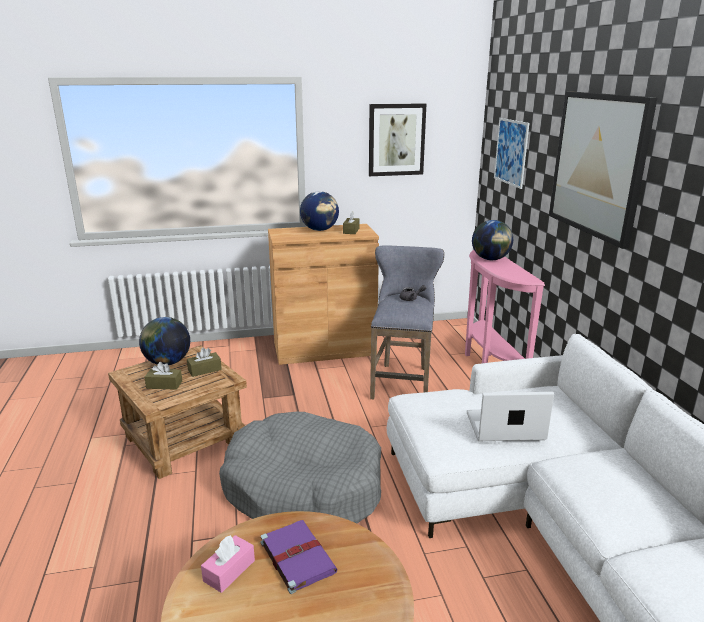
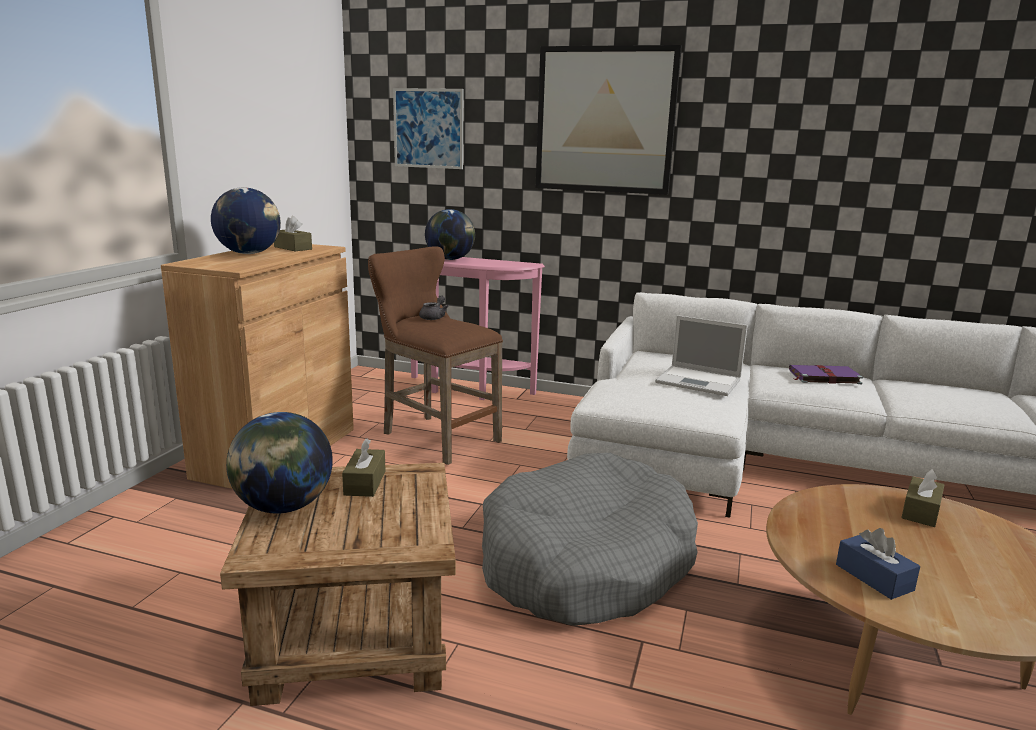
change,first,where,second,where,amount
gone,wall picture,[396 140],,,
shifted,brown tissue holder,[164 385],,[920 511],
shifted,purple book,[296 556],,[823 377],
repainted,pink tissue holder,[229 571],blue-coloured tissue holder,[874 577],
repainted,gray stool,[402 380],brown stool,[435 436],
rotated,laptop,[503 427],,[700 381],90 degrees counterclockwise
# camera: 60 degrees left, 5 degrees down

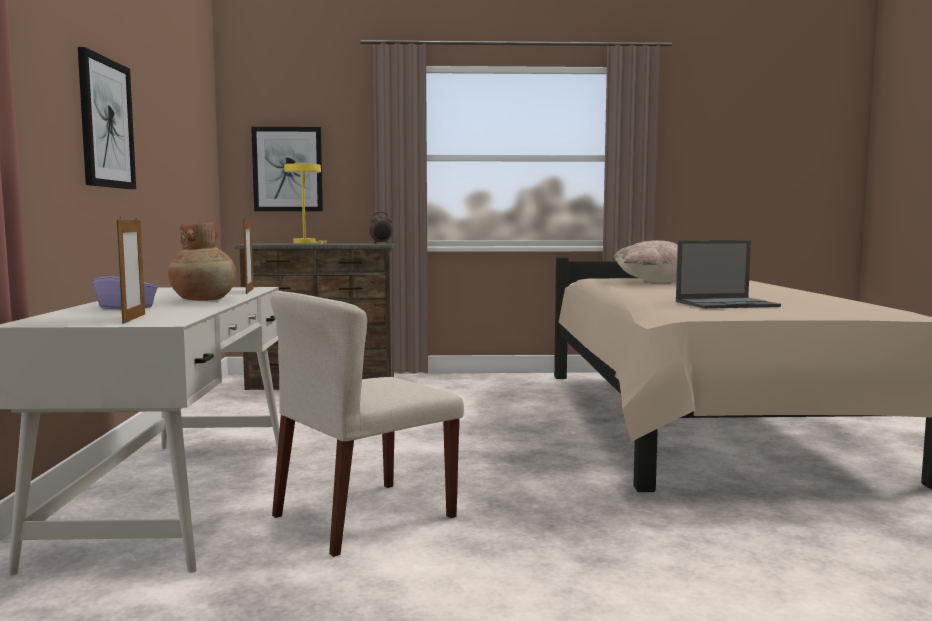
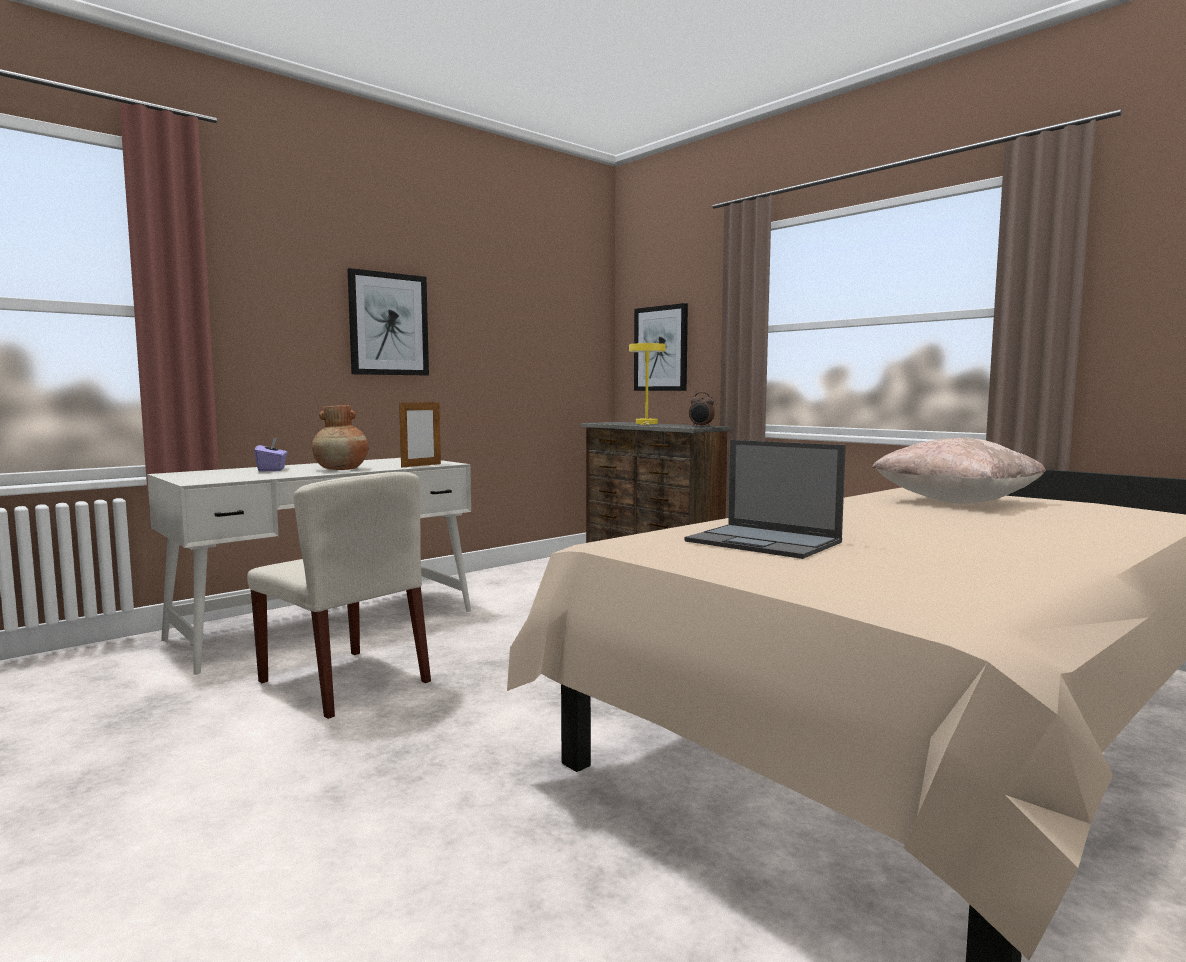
change,first,where,second,where,amount
gone,standing frame,[134 318],,,
rotated,beige-coloured plain chair,[363 517],,[345 682],150 degrees counterclockwise
# camera: 50 degrees right, 0 degrees up

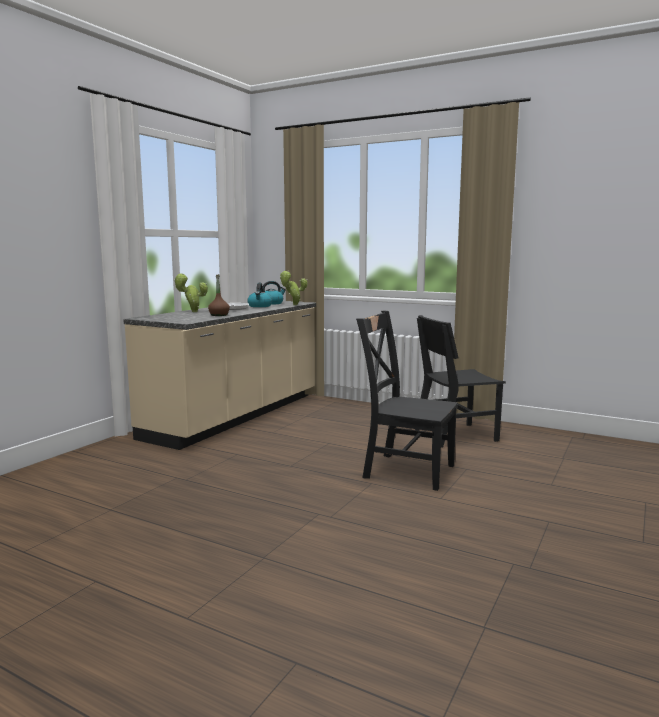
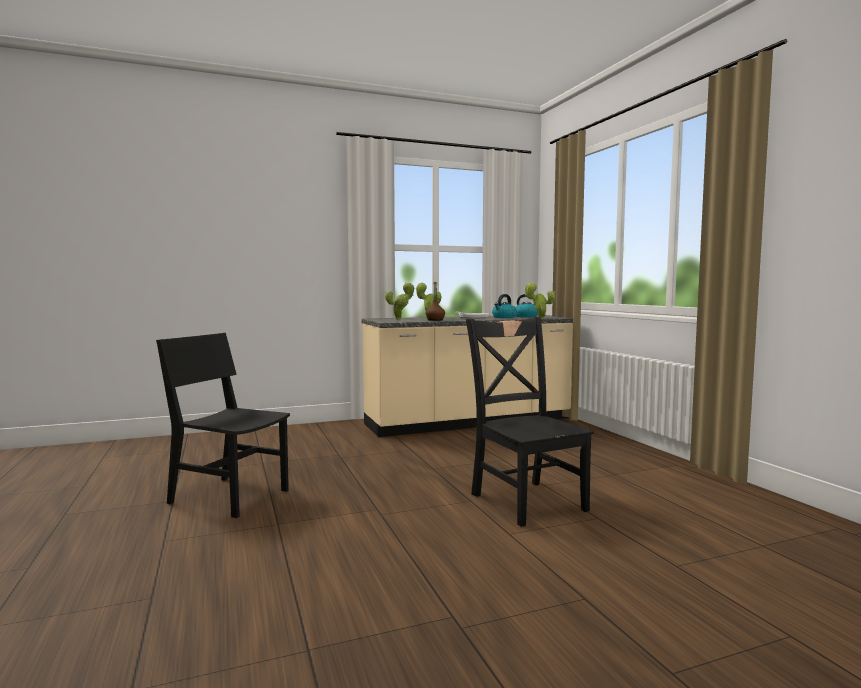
change,first,where,second,where,amount
new,,,houseplant,[400 319],
shifted,black-coloured plain chair,[455 435],,[229 496],
# camera: 40 degrees right, 5 degrees down

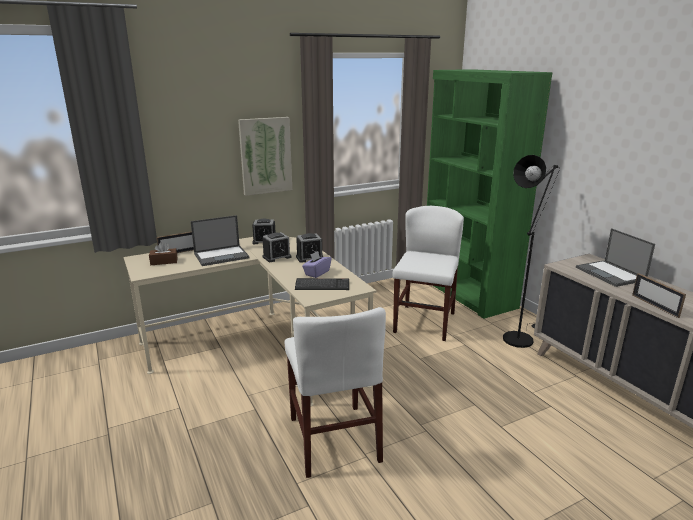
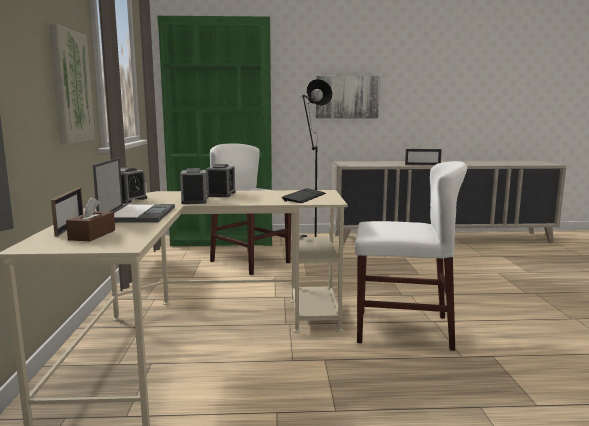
change,first,where,second,where,amount
gone,purple tissue holder,[317 273],,,
gone,laptop,[611 274],,,
new,,,wall picture,[346 97],
# camera: 65 degrees left, 10 degrees down

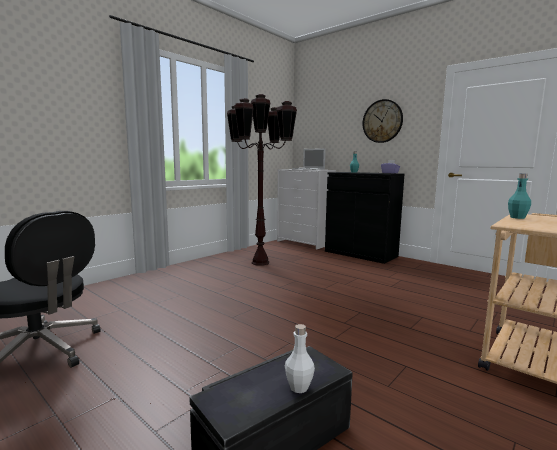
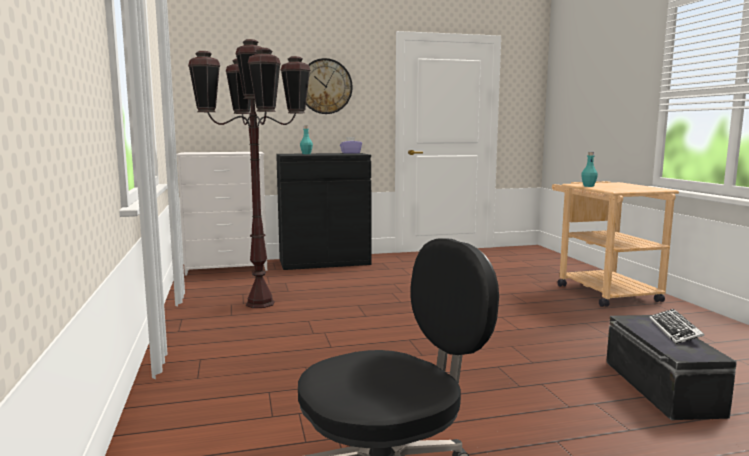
change,first,where,second,where,amount
gone,laptop,[309 169],,,
swapped,whitish bottle,[299 387],keyboard,[675 331],
# camera: 55 degrees left, 0 degrees up

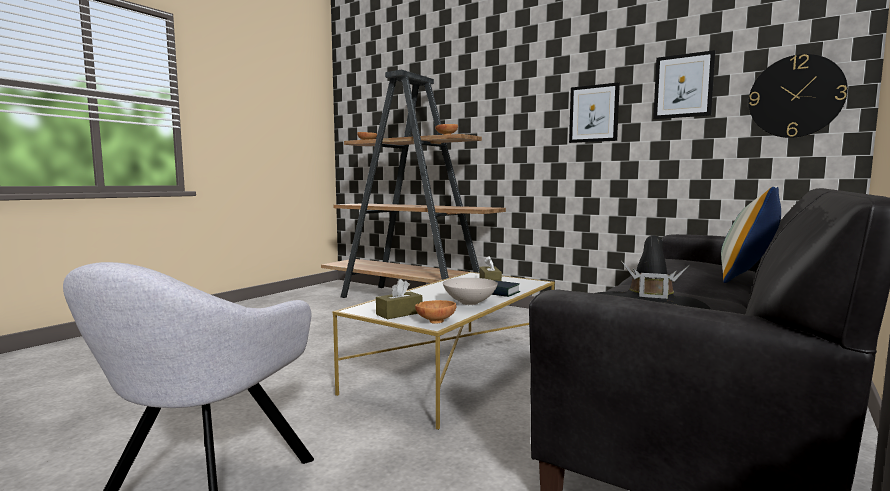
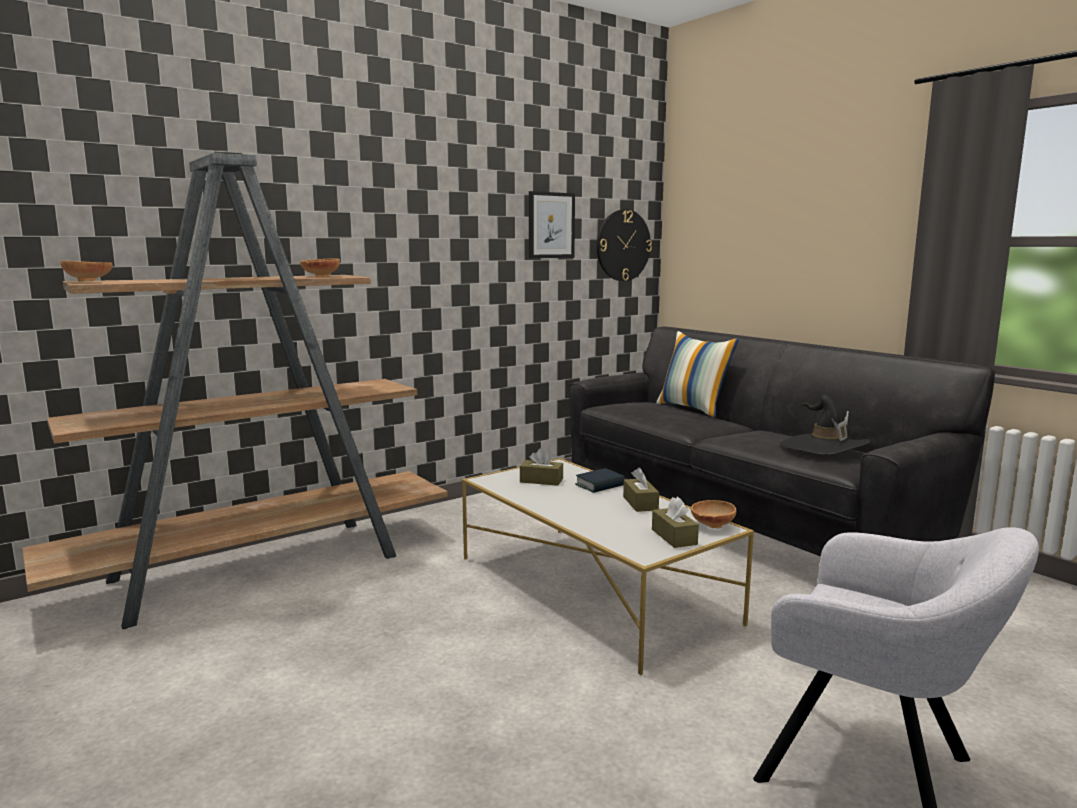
change,first,where,second,where,amount
gone,wall picture,[594 113],,,
swapped,whitish serving bowl,[469 303],brown tissue holder,[640 503],
# camera: 70 degrees left, 5 degrees up

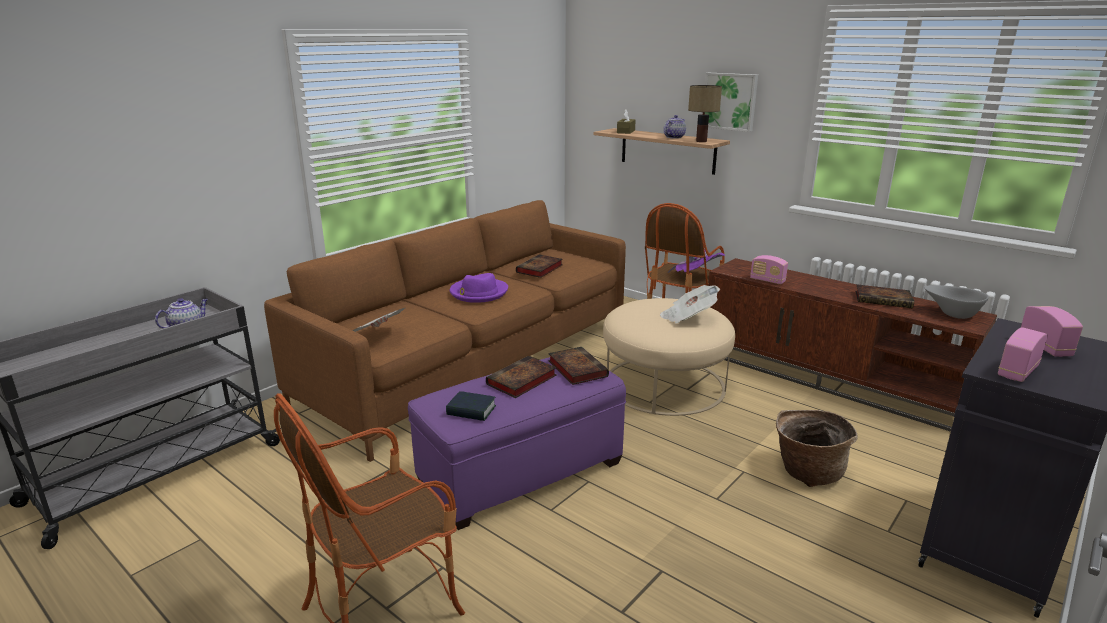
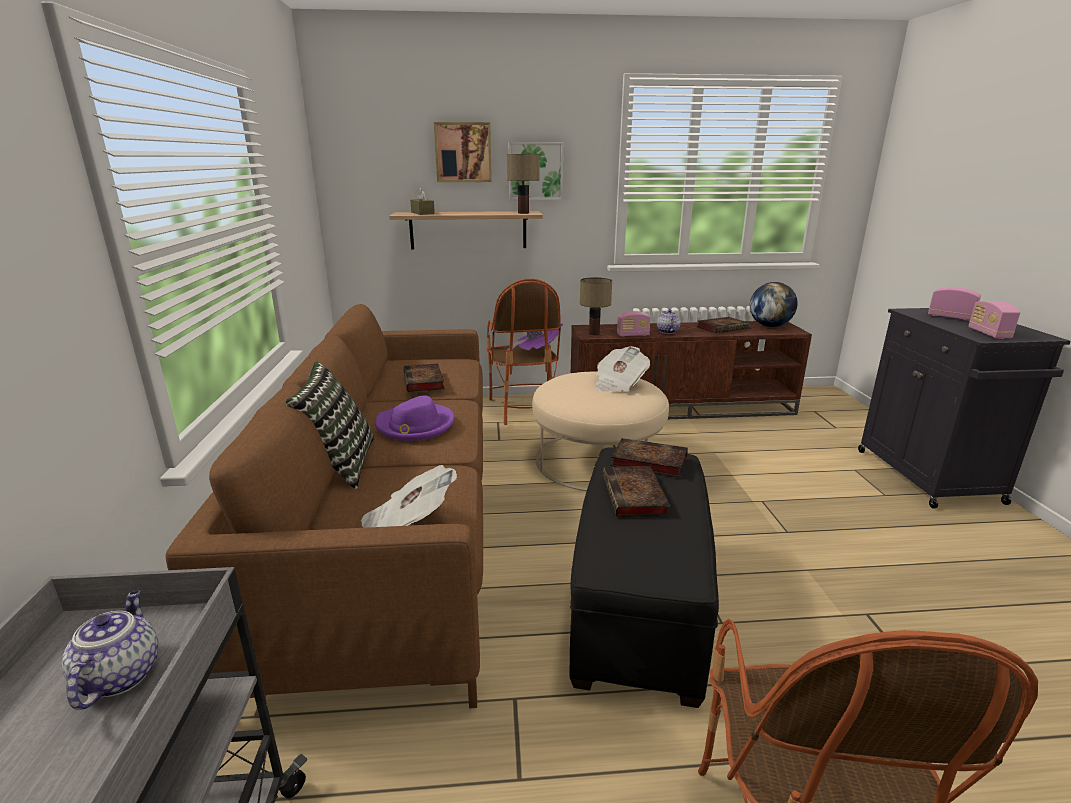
change,first,where,second,where,amount
gone,book,[471 411],,,
gone,basket,[807 472],,,
new,,,throw pillow,[339 464],
new,,,wall picture,[463 152],
new,,,tabletop lamp,[593 333],
shifted,pot for tea,[674 137],,[667 331],
swapped,gray serving bowl,[952 314],world globe,[769 326],
repainted,purple pouffe,[521 472],black-coloured pouffe,[638 605],
# camera: 45 degrees left, 0 degrees up

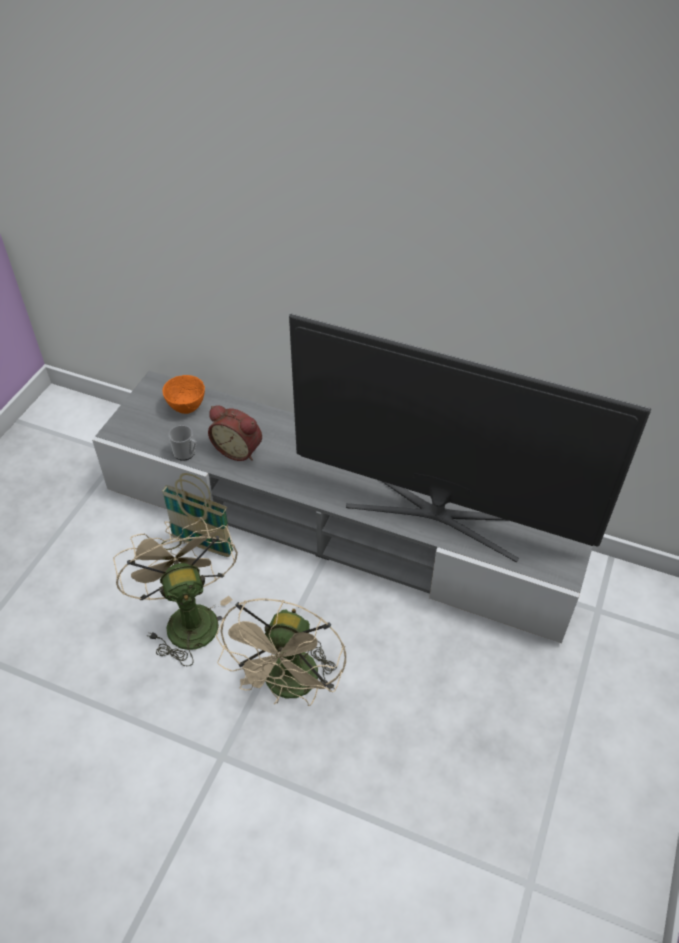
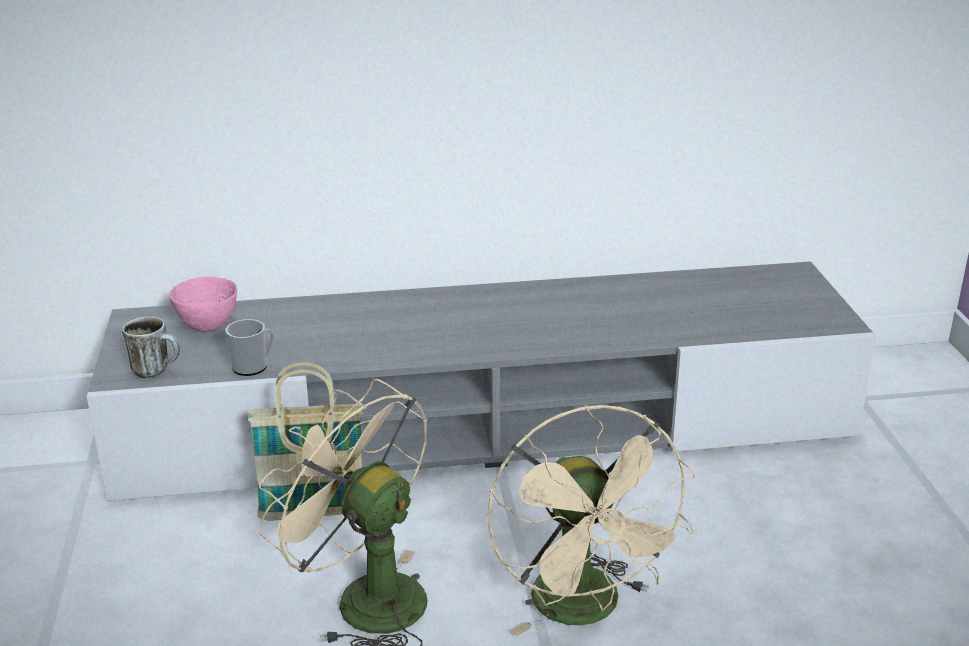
change,first,where,second,where,amount
gone,table clock,[239 449],,,
gone,television,[439 512],,,
new,,,tea mug,[157 370],
repainted,orange-coloured serving bowl,[186 407],pink serving bowl,[207 326],
# camera: 30 degrees left, 20 degrees down

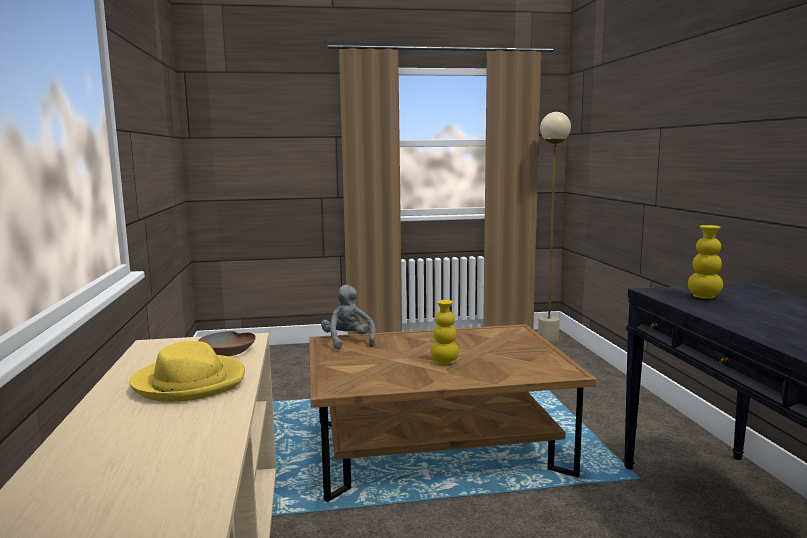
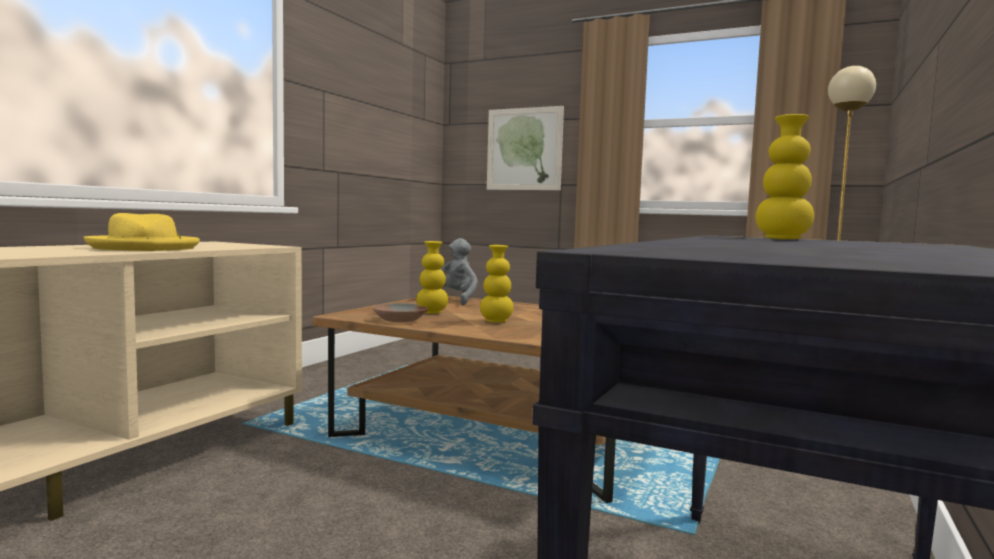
change,first,where,second,where,amount
new,,,yellowish flower vase,[432 312],
new,,,wall picture,[524 149],
shifted,brown serving bowl,[228 351],,[400 320],
# camera: 35 degrees right, 5 degrees down

